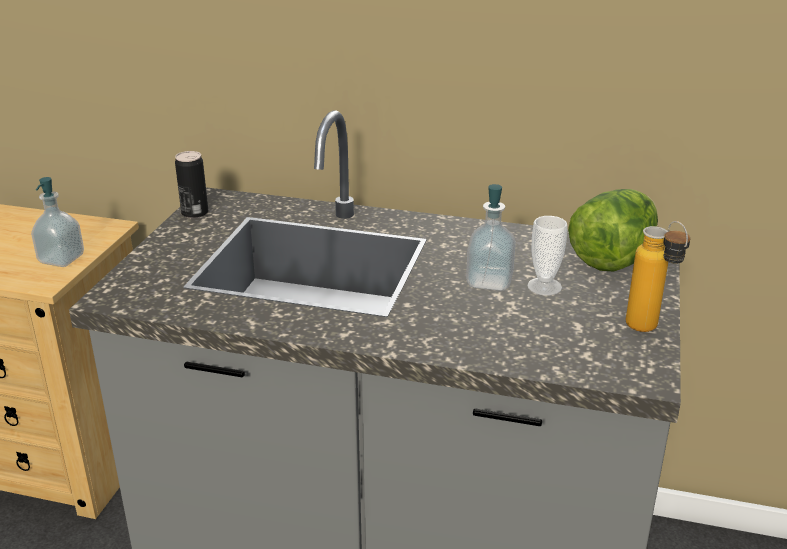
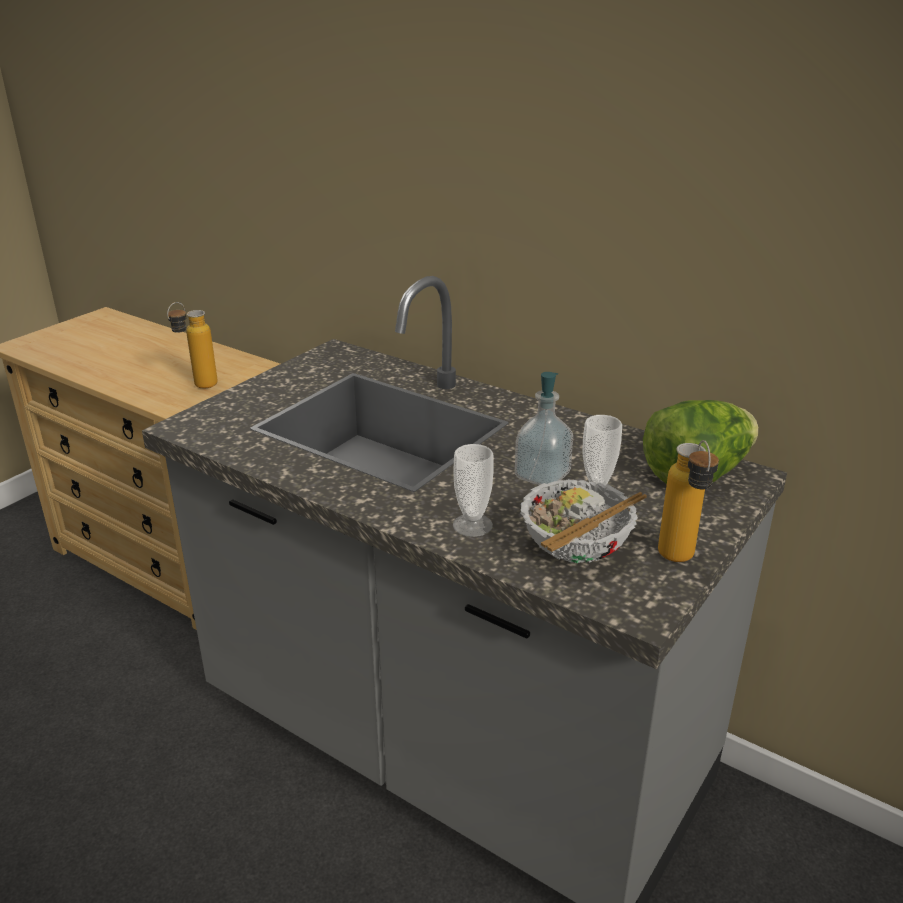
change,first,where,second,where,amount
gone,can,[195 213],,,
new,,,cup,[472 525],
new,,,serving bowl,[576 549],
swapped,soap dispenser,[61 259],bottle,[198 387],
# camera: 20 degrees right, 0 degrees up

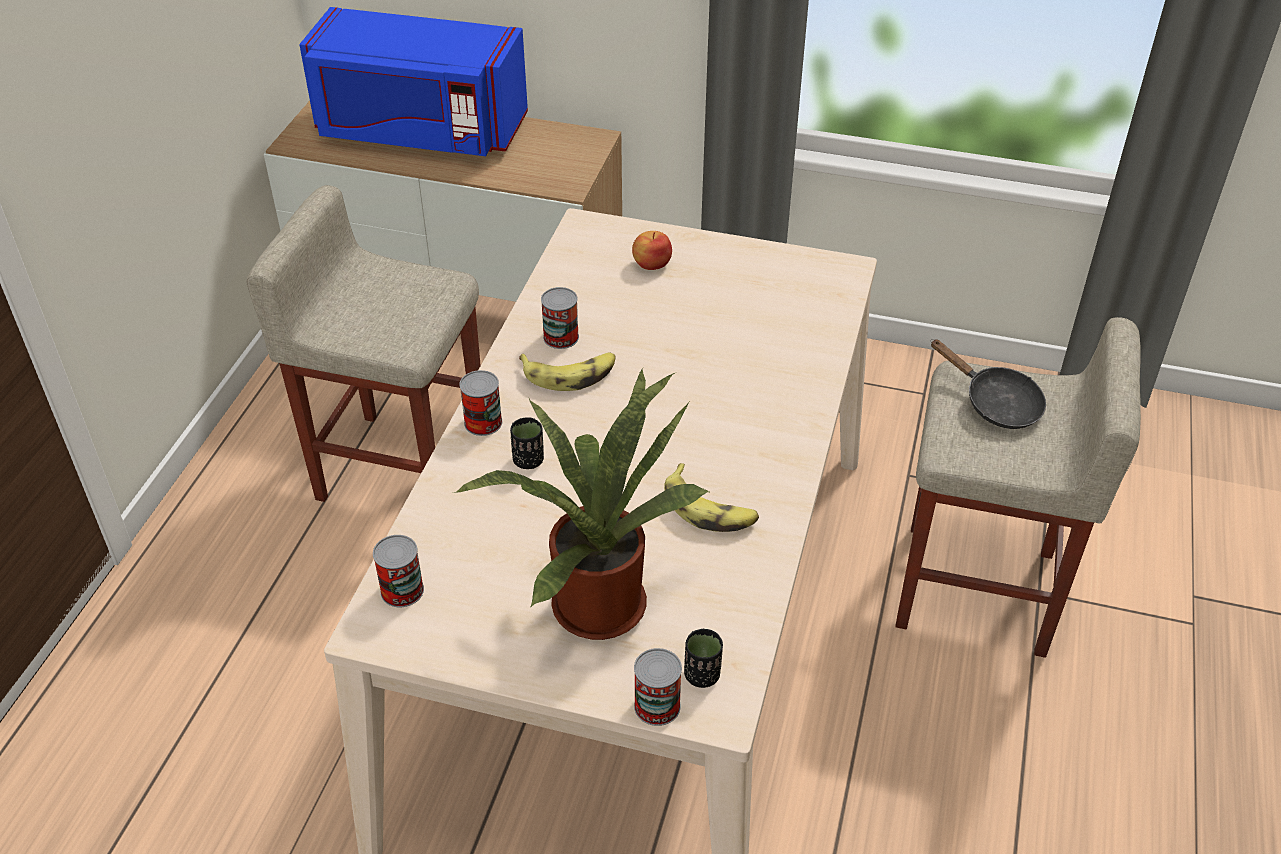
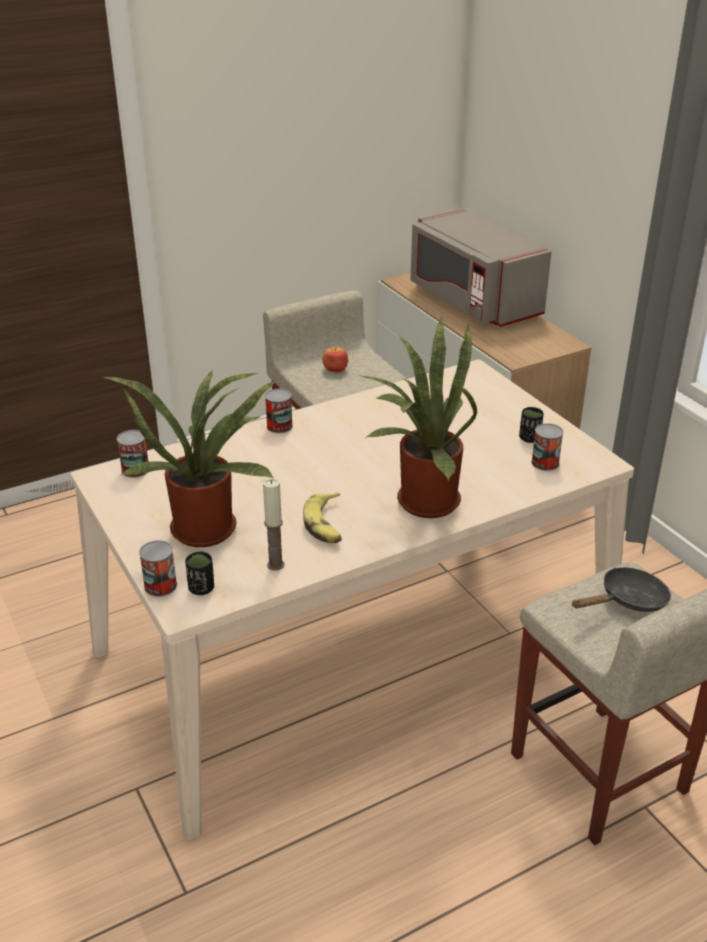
change,first,where,second,where,amount
gone,whole banana,[570 374],,,
new,,,wax light,[275 565],
new,,,houseplant,[421 500],
shifted,black-coloured cup,[528 460],,[529 438],
shifted,can,[561 337],,[545 463],
shifted,apple,[651 264],,[335 369],
repainted,blue-coloured kitchen microwave,[420 130],gray kitchen microwave,[472 301],
rotated,black-coloured frying pan,[995 403],,[628 601],120 degrees counterclockwise
# camera: 45 degrees right, 10 degrees down

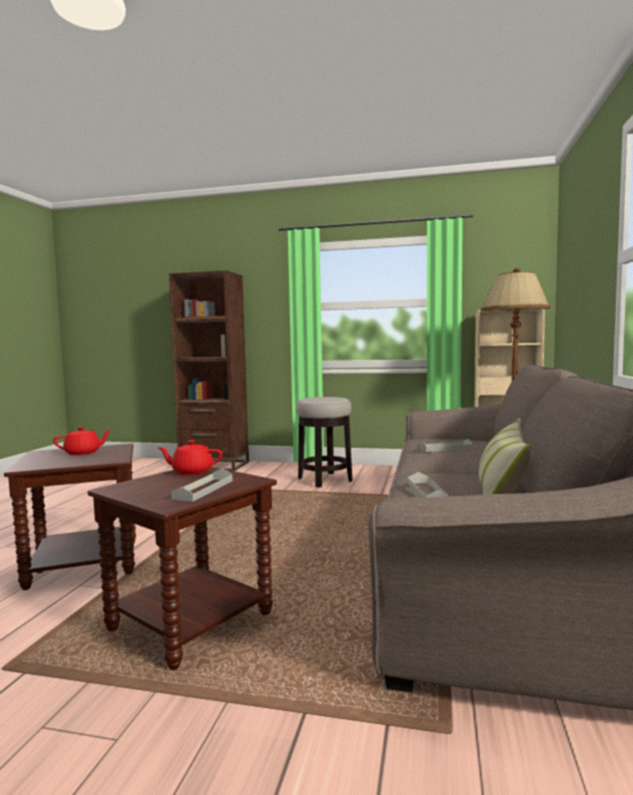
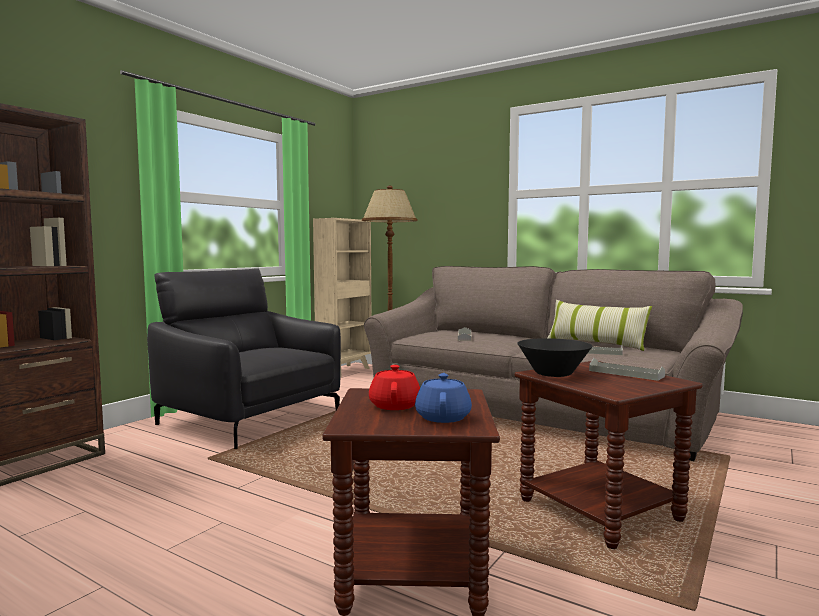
change,first,where,second,where,amount
new,,,blue-coloured pot for tea,[443 417],
swapped,red pot for tea,[191 471],black-coloured serving bowl,[553 374],
swapped,stool,[325 480],black-coloured armchair,[250 419],
# camera: 70 degrees left, 0 degrees up

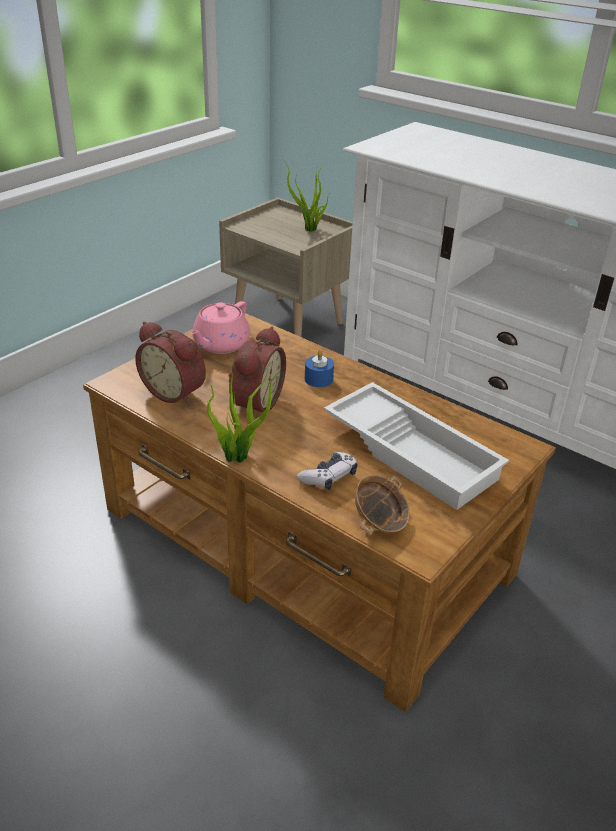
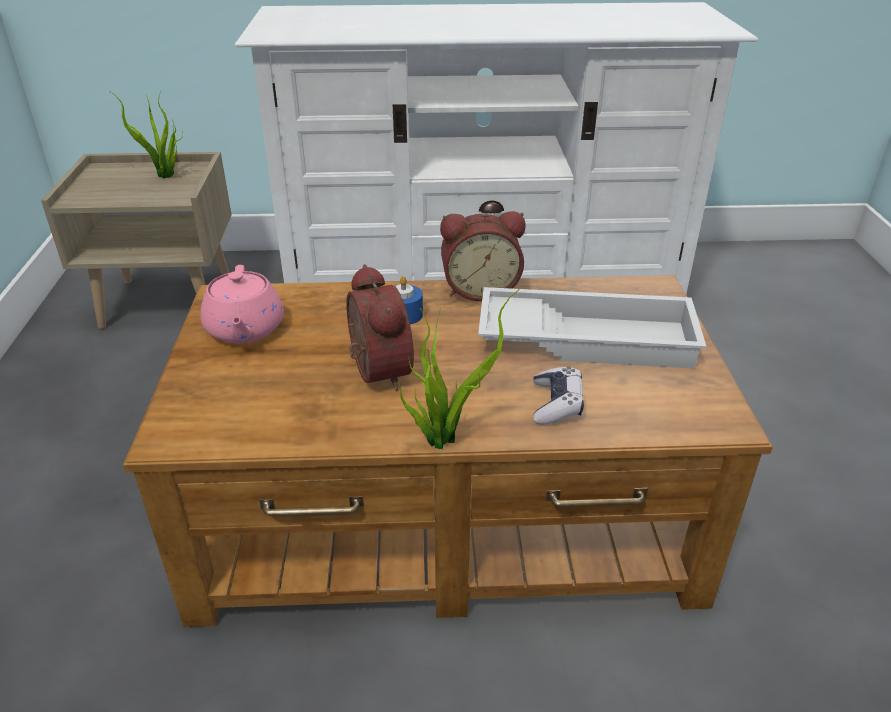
change,first,where,second,where,amount
gone,serving bowl,[380 522],,,
shifted,table clock,[175 392],,[480 289],
# camera: 40 degrees left, 0 degrees up

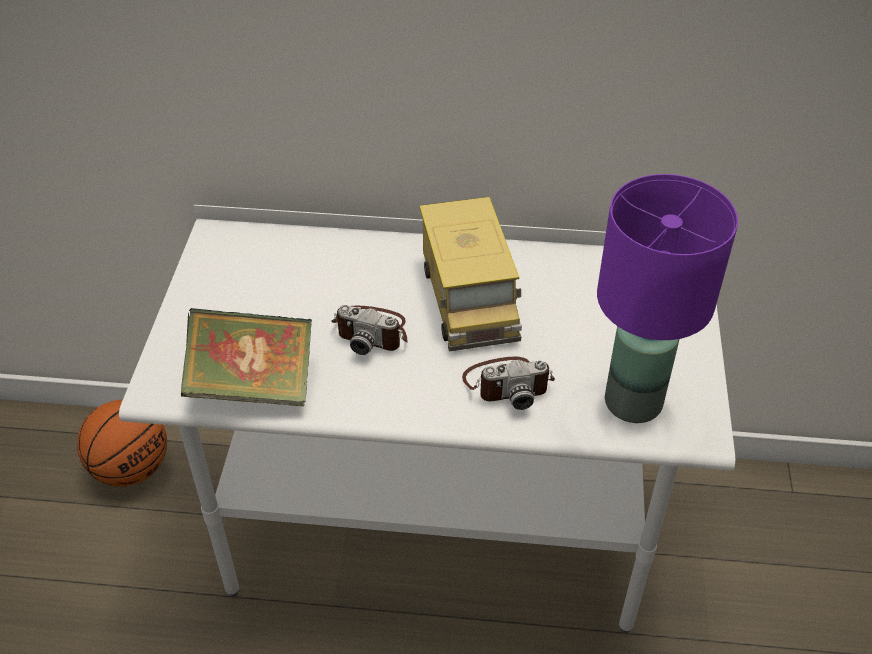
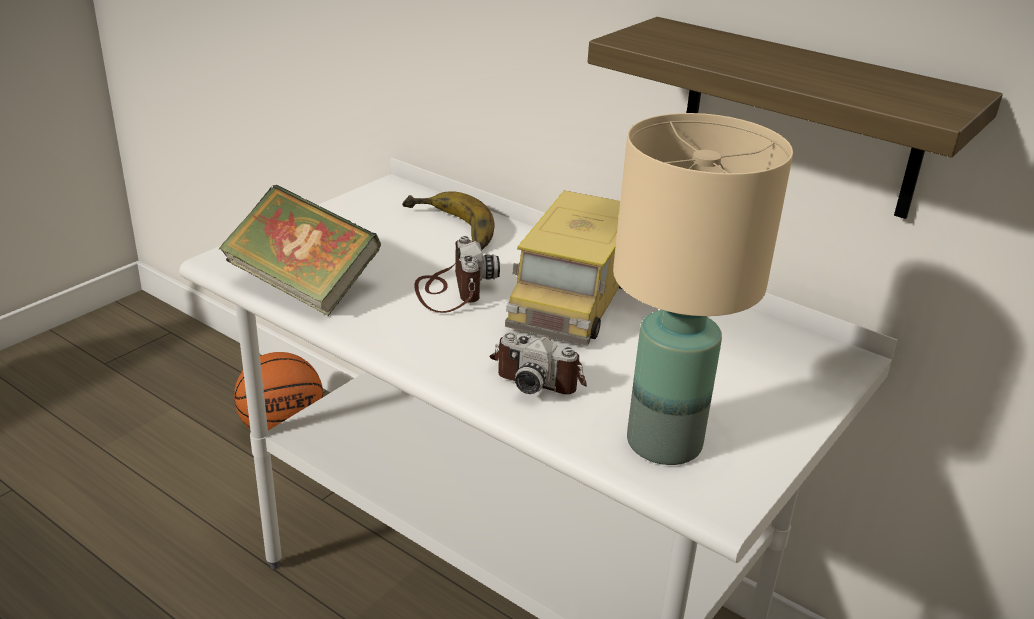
change,first,where,second,where,amount
new,,,whole banana,[448 230],
new,,,wall shelf,[800 118],
repainted,purple tabletop lamp,[633 403],beige-coloured tabletop lamp,[663 444],
rotated,photo camera,[372 331],,[451 290],150 degrees counterclockwise
# camera: 30 degrees right, 15 degrees down

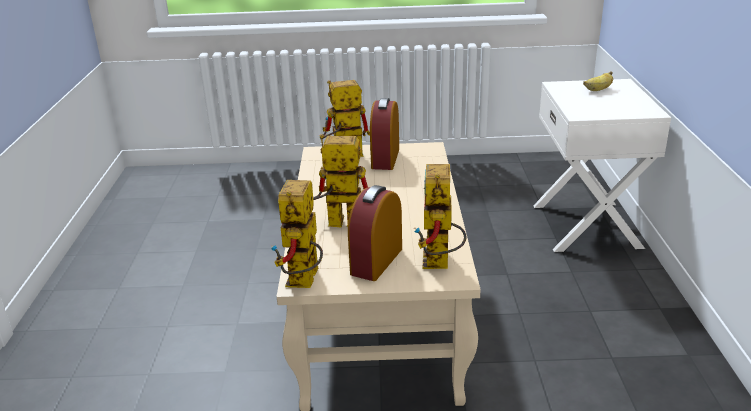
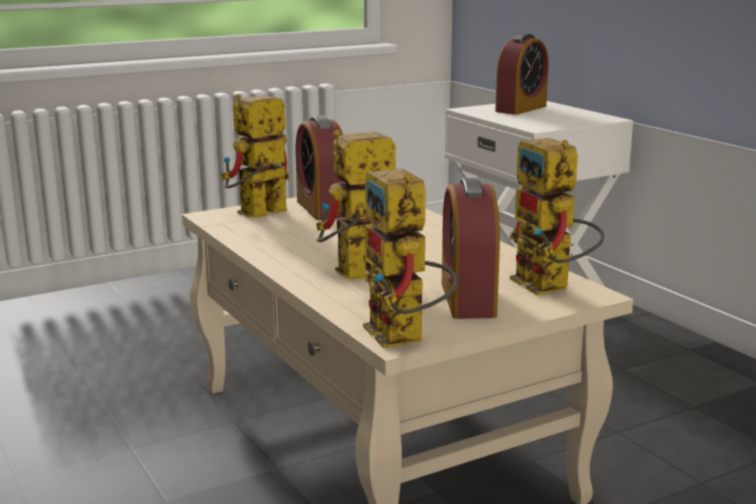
change,first,where,second,where,amount
swapped,whole banana,[598 90],table clock,[521 109],
# camera: 30 degrees left, 10 degrees down

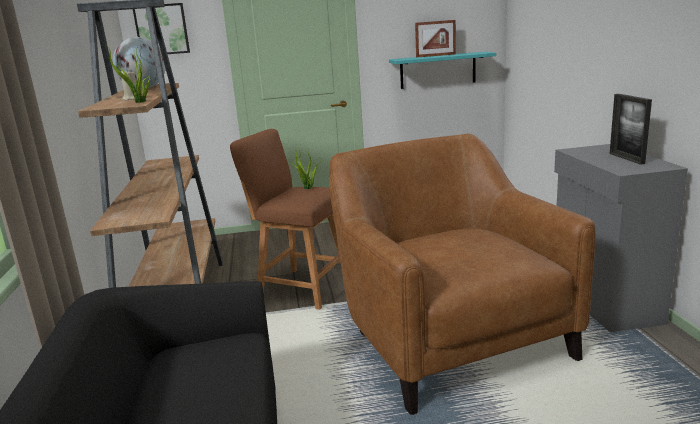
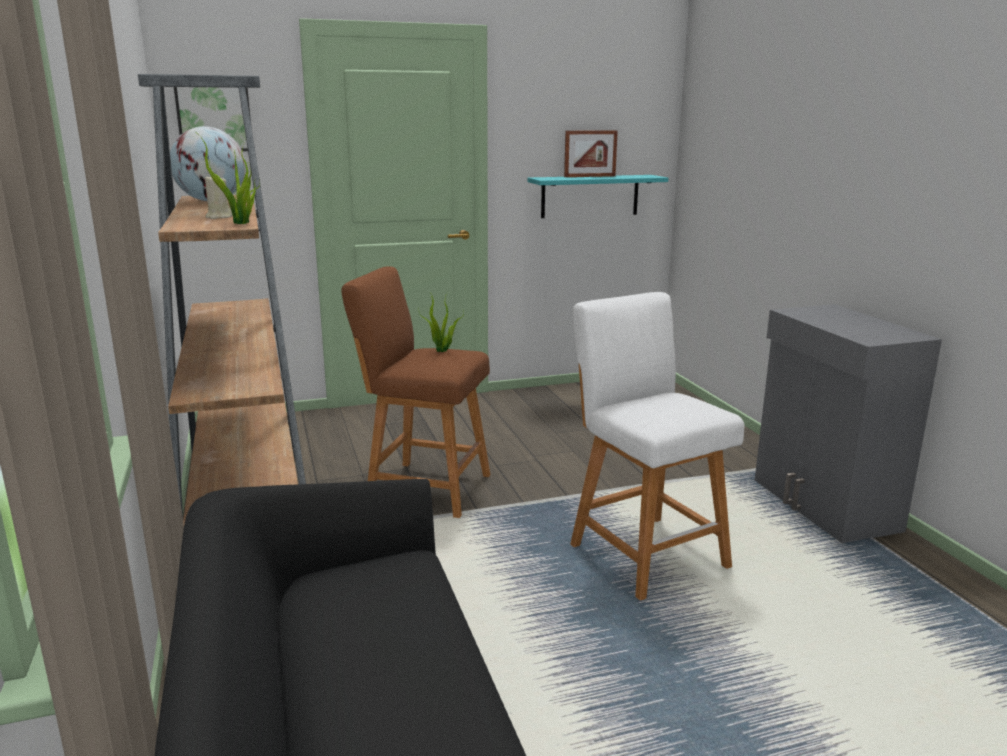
change,first,where,second,where,amount
gone,standing frame,[626 158],,,
swapped,brown armchair,[449 336],whitish stool,[643 552],
# camera: 10 degrees left, 0 degrees up

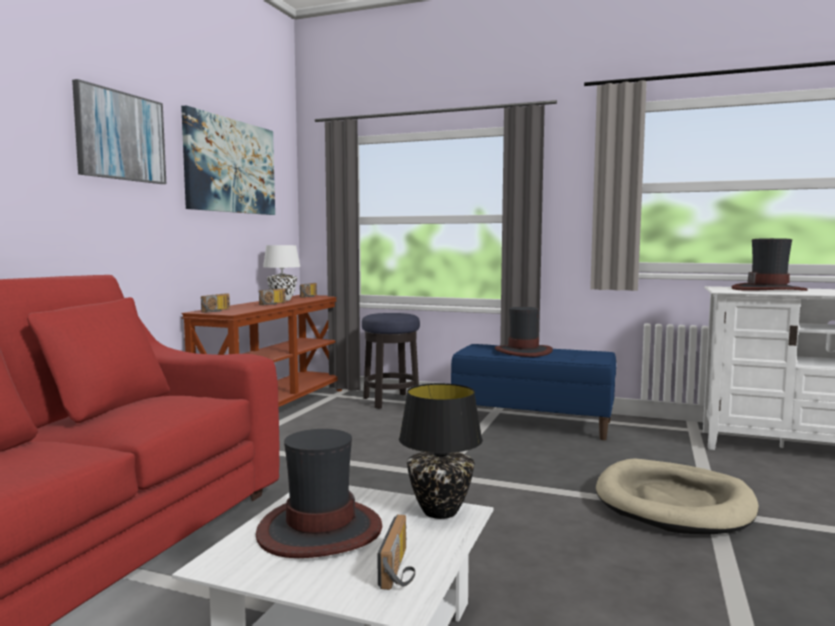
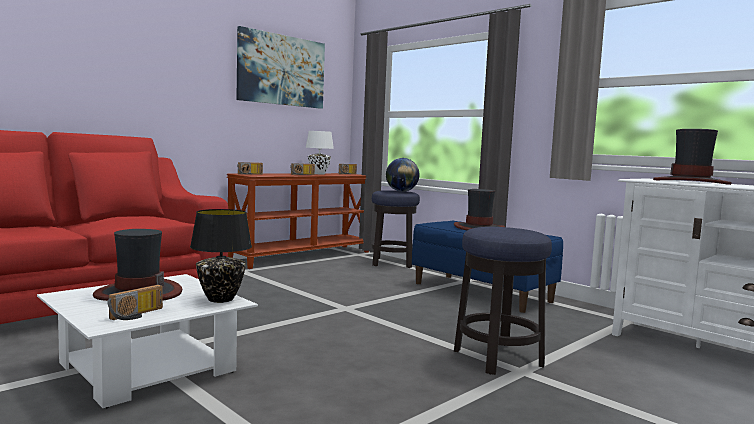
change,first,where,second,where,amount
gone,wall picture,[120 136],,,
new,,,world globe,[401 191],
swapped,beige-coloured dog bed,[674 503],stool,[498 358],
# camera: 25 degrees right, 0 degrees up

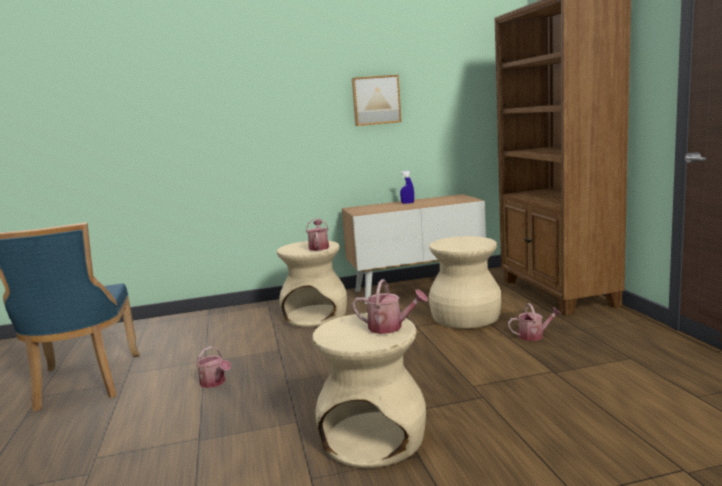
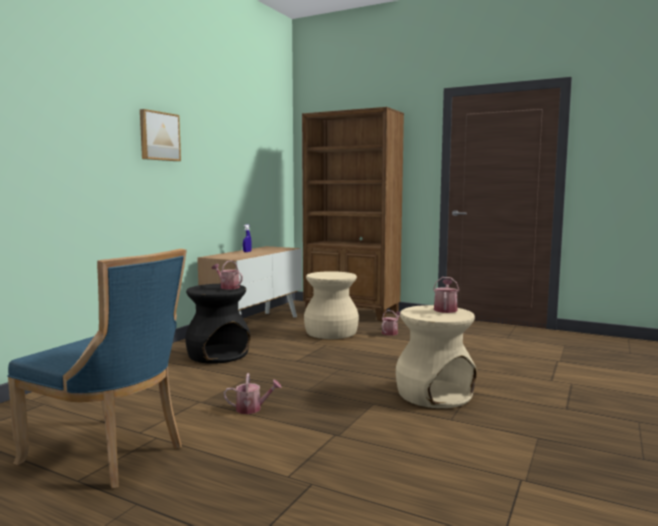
change,first,where,second,where,amount
shifted,wall picture,[376 100],,[159 136],
repainted,beige-coloured stool,[315 316],black-coloured stool,[218 354],
rotated,sprinkling can,[390 327],,[445 309],45 degrees counterclockwise
# camera: 50 degrees left, 5 degrees down

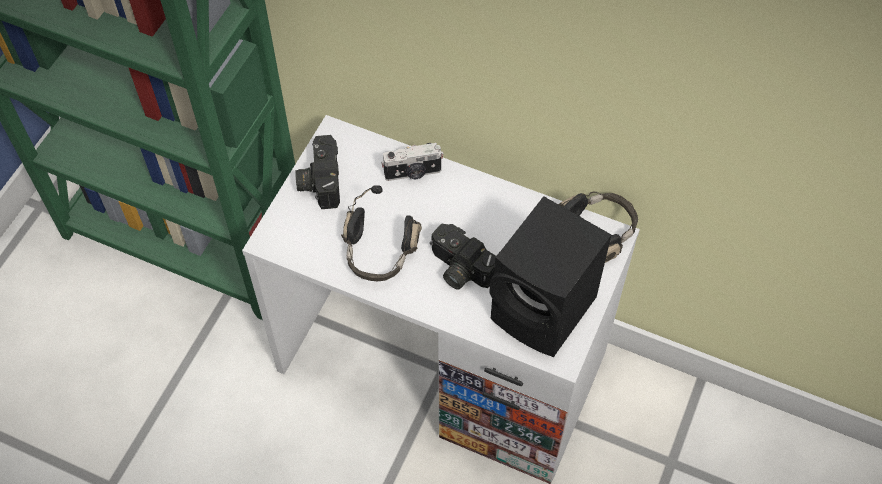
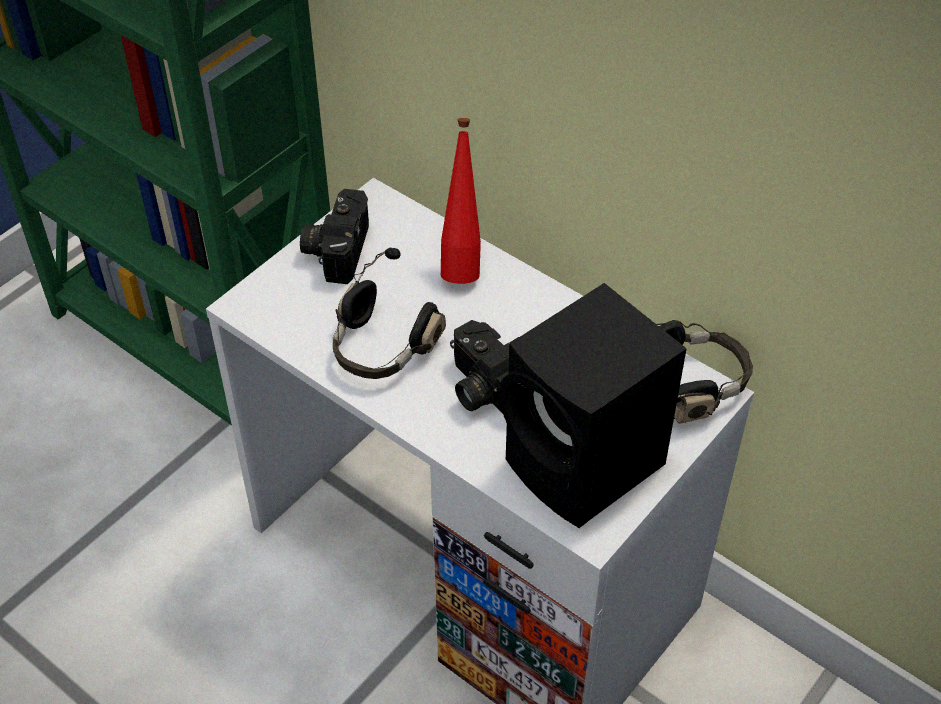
change,first,where,second,where,amount
swapped,photo camera,[413 173],red bottle,[461 264],
# camera: 15 degrees right, 10 degrees down

